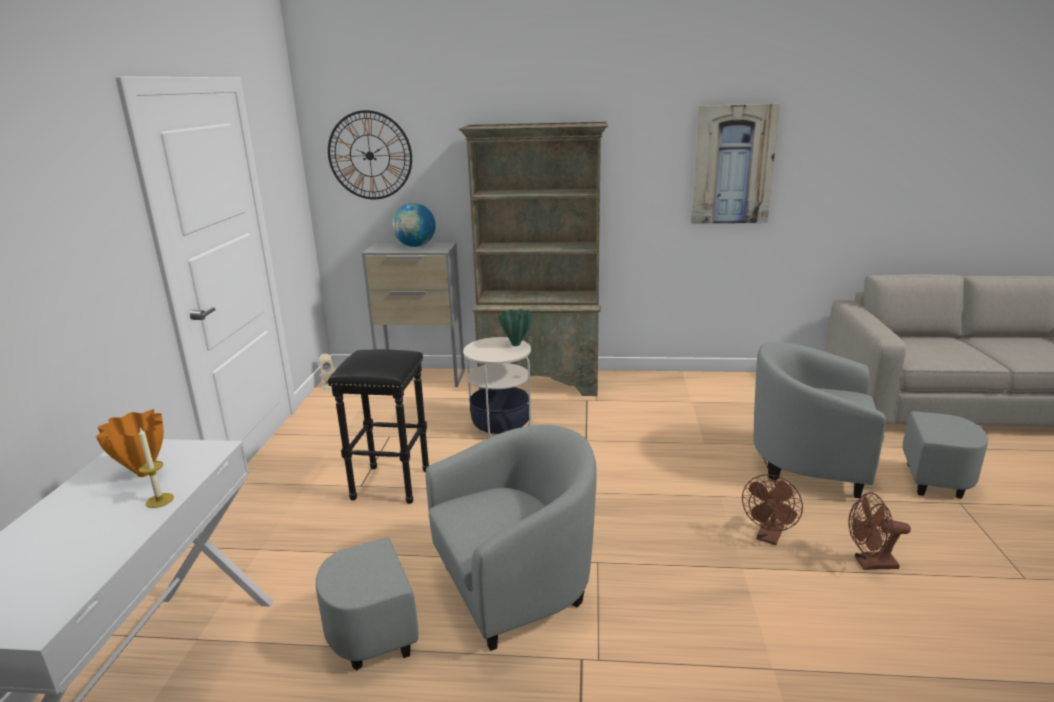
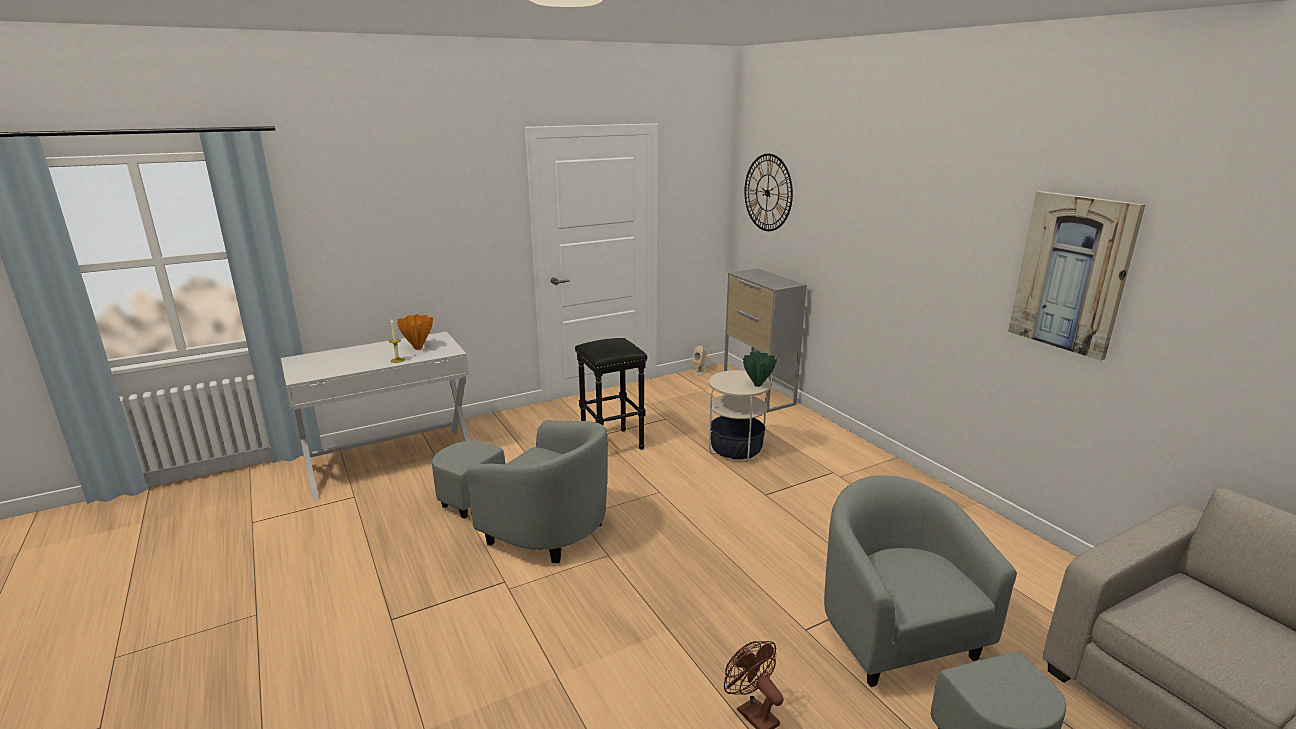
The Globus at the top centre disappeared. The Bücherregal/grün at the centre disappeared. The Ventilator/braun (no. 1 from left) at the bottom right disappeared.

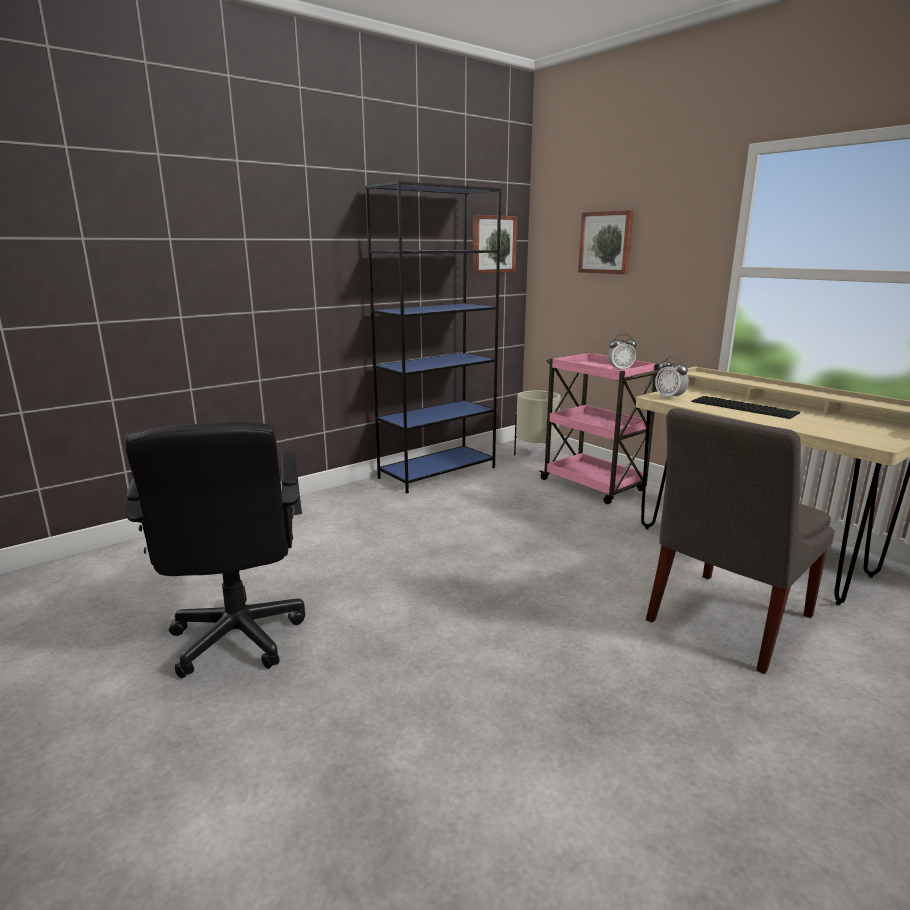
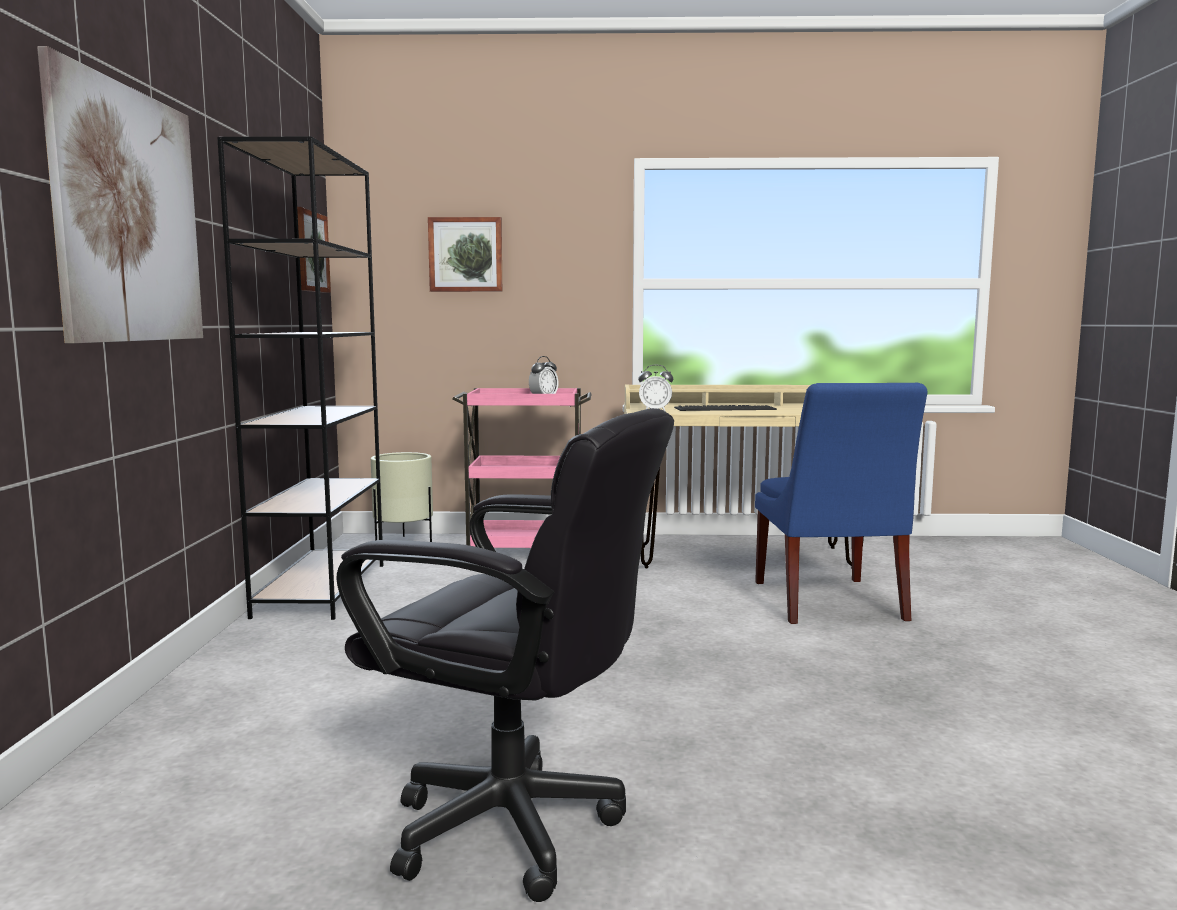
The Bild (no. 1 from left) at the top left appeared. The Bücherregal/blau at the centre became the Bücherregal/beige at the middle left. The Stuhl/grau at the middle right became the Stuhl/blau at the middle right.

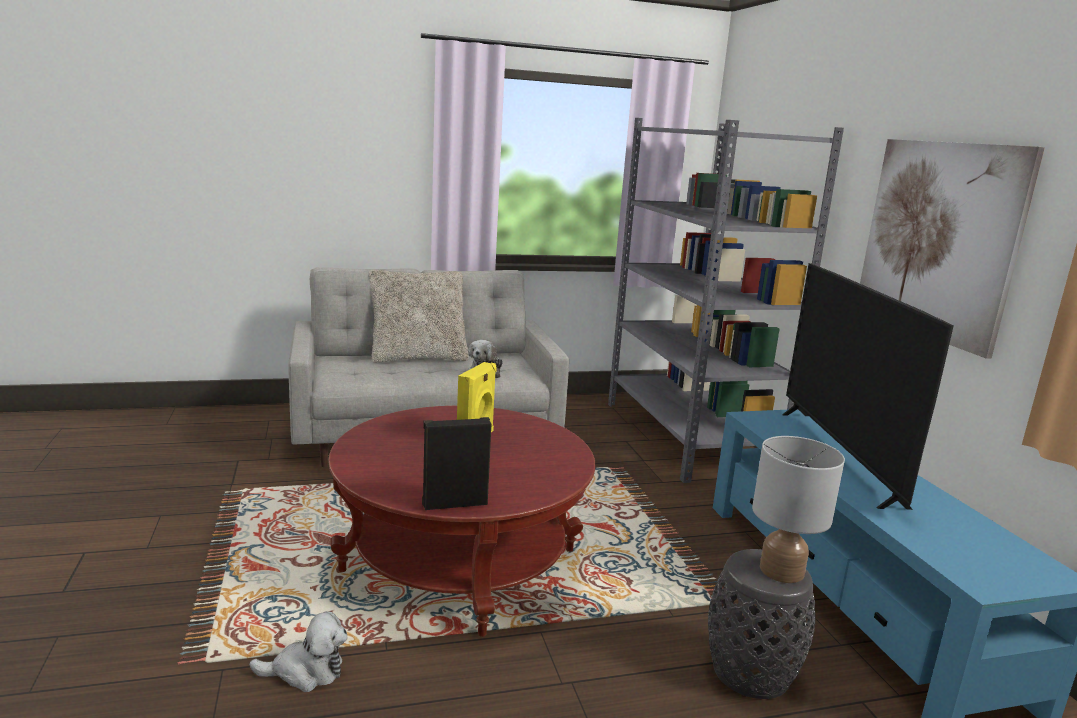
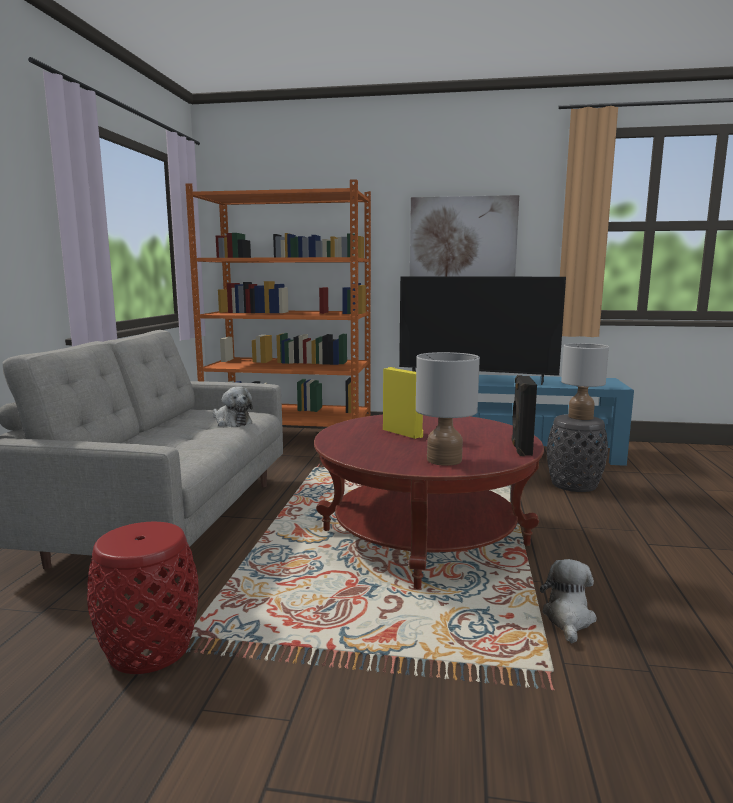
The Hocker/rot at the bottom left appeared. The Bücherregal/grau at the middle right became the Bücherregal/orange at the centre. The Tischlampe/grau (no. 1 from left) at the centre appeared. The Kissen/beige at the centre disappeared.

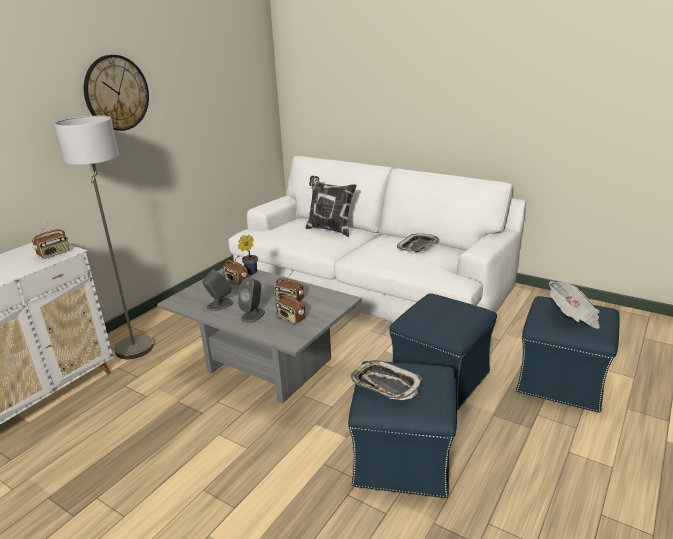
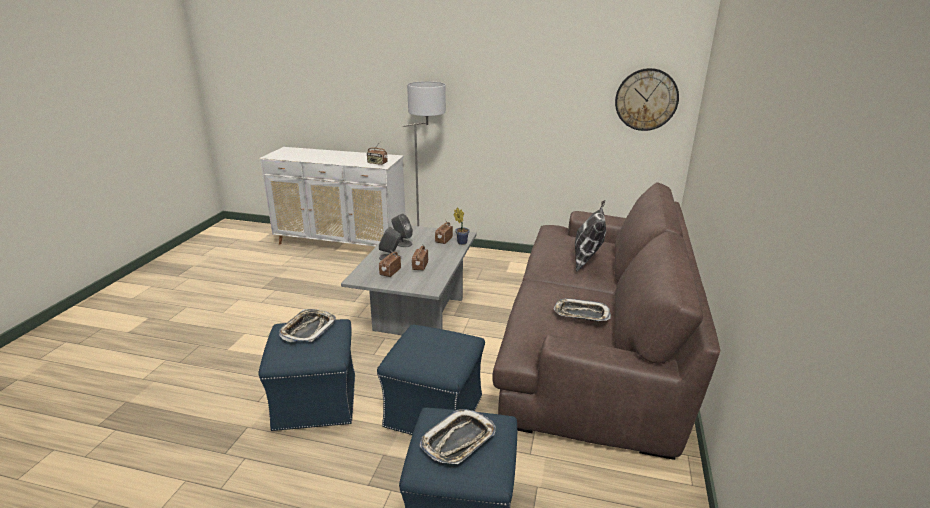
The Zeitung at the middle right was replaced by the Tablett (no. 2 from left) at the bottom centre. The Sofa/weiß at the centre became the Sofa/braun at the centre. The Wanduhr moved from the top left to the top right.

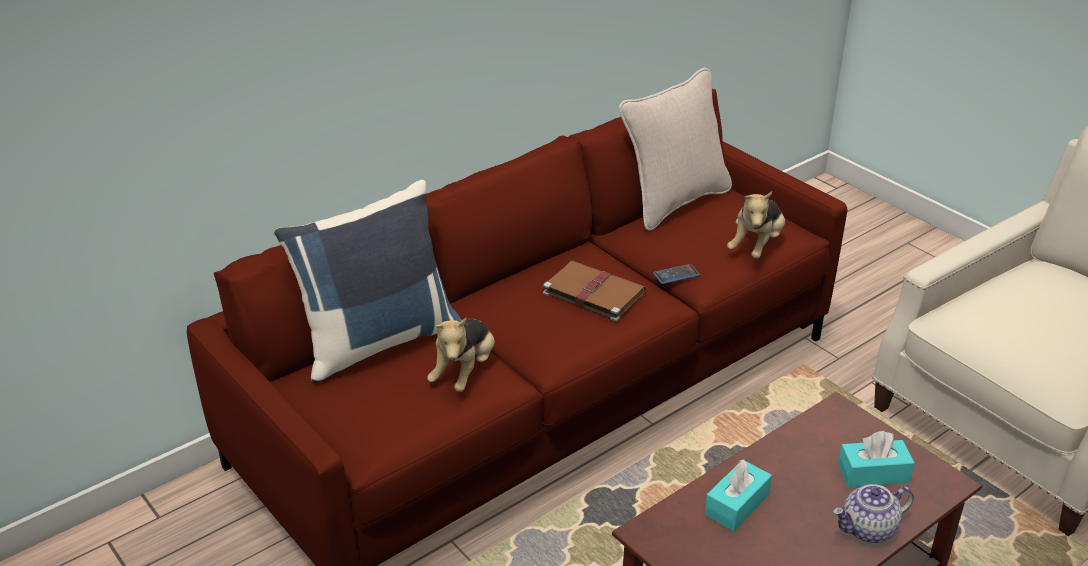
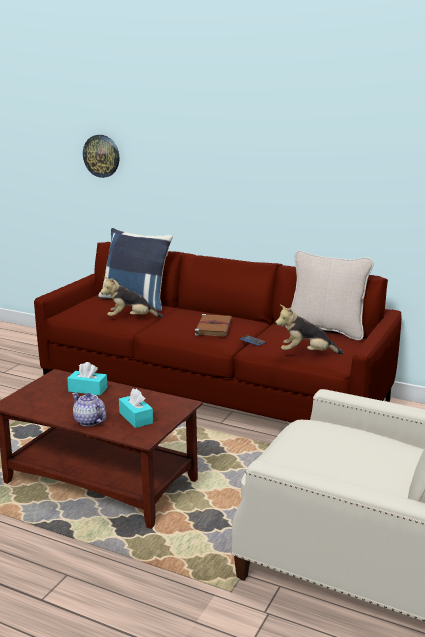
The Wanduhr at the top left appeared.

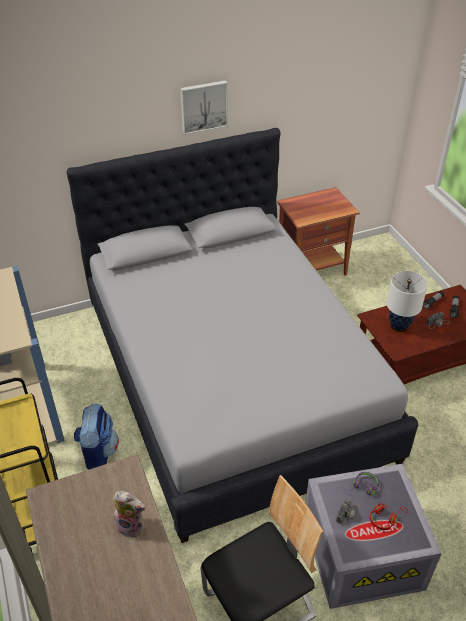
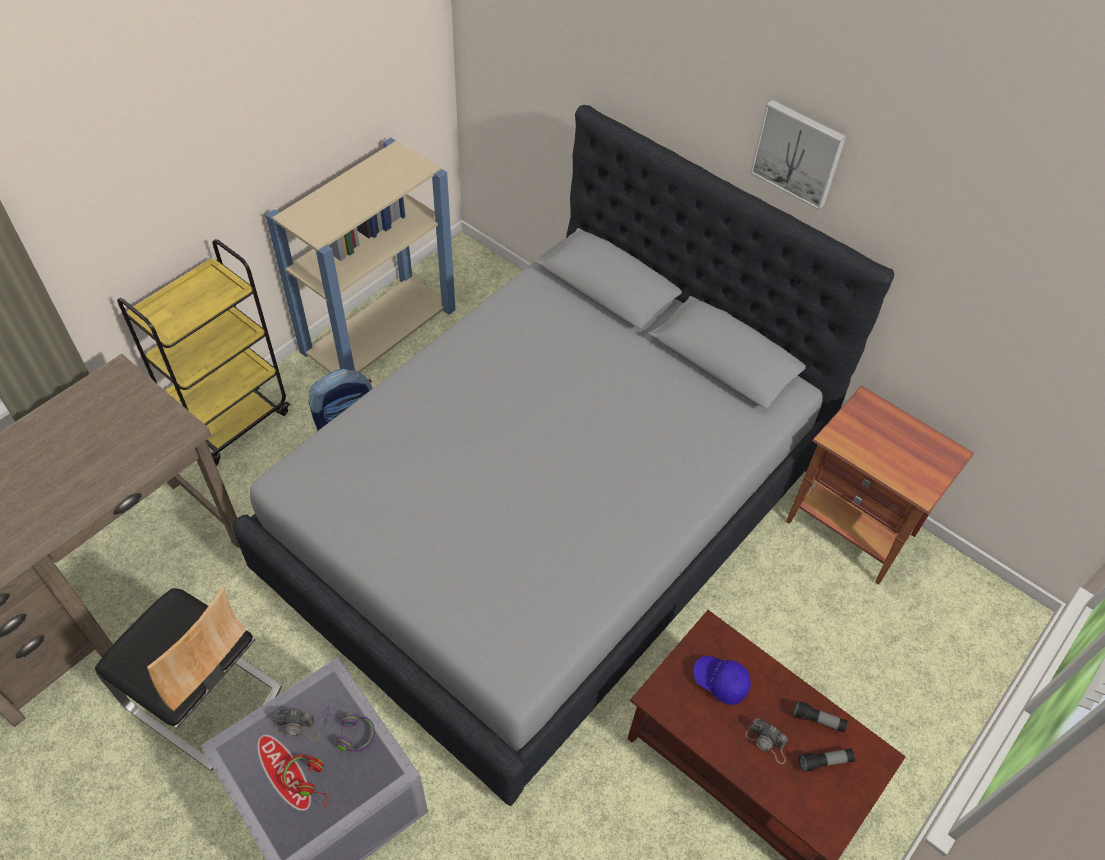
The Tischlampe/weiß at the middle right was replaced by the Kappe/blau at the bottom centre. The Plüschtier at the bottom left disappeared.

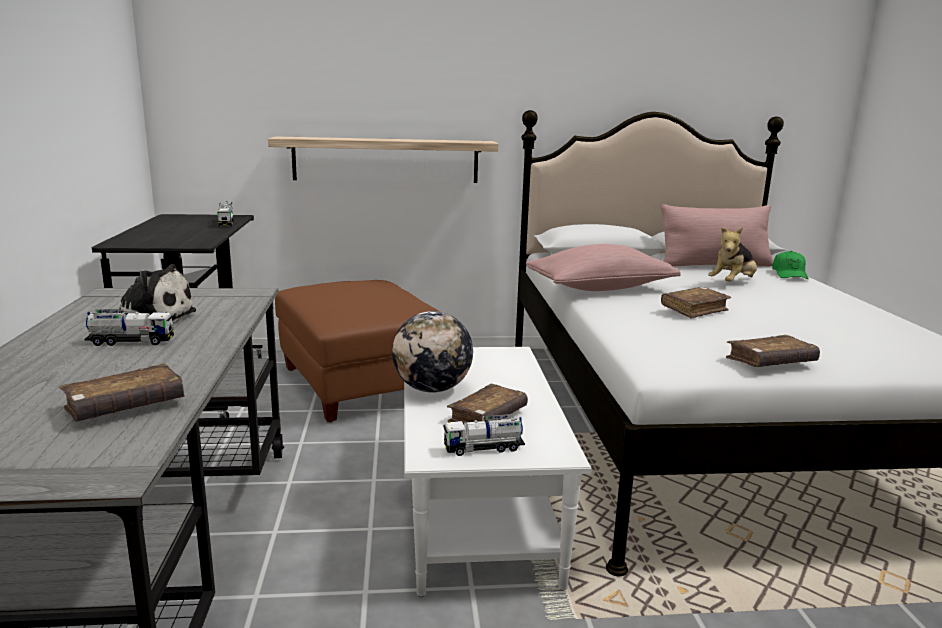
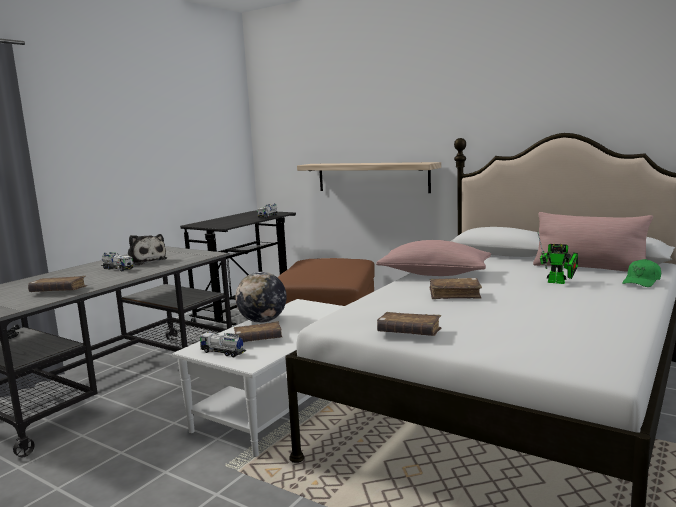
The Plüschtier (no. 2 from left) at the middle right was replaced by the Spielzeugroboter at the middle right.

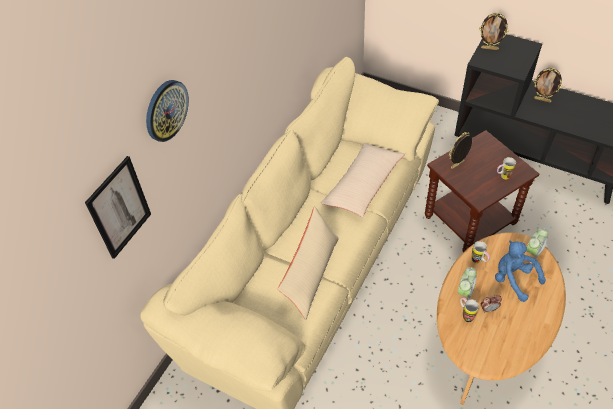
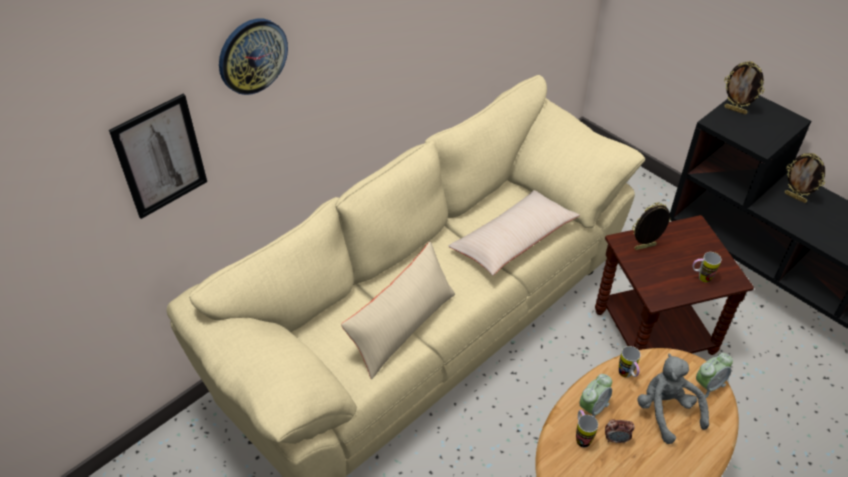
The Plüschtier/blau at the middle right became the Plüschtier/grau at the bottom right.

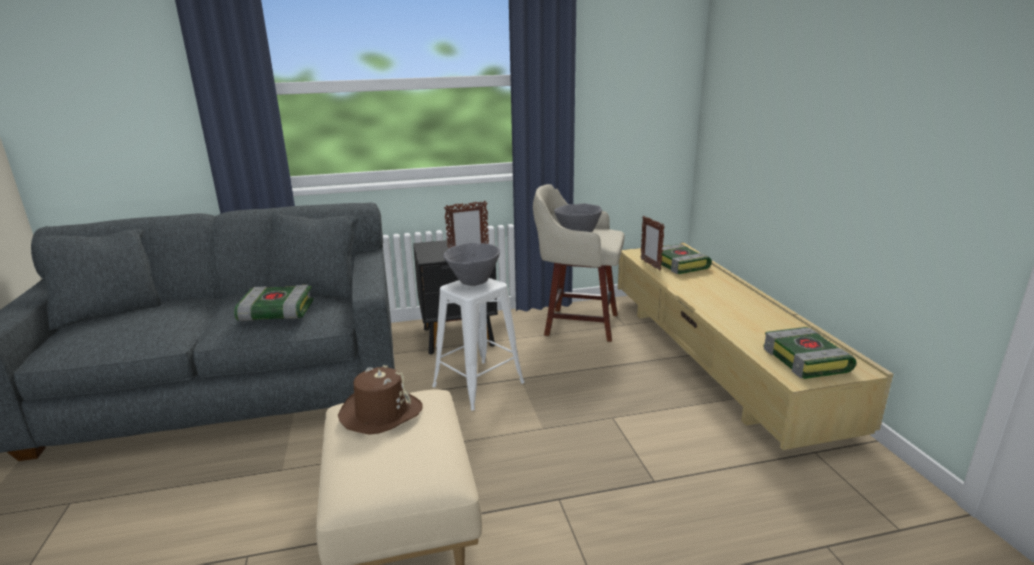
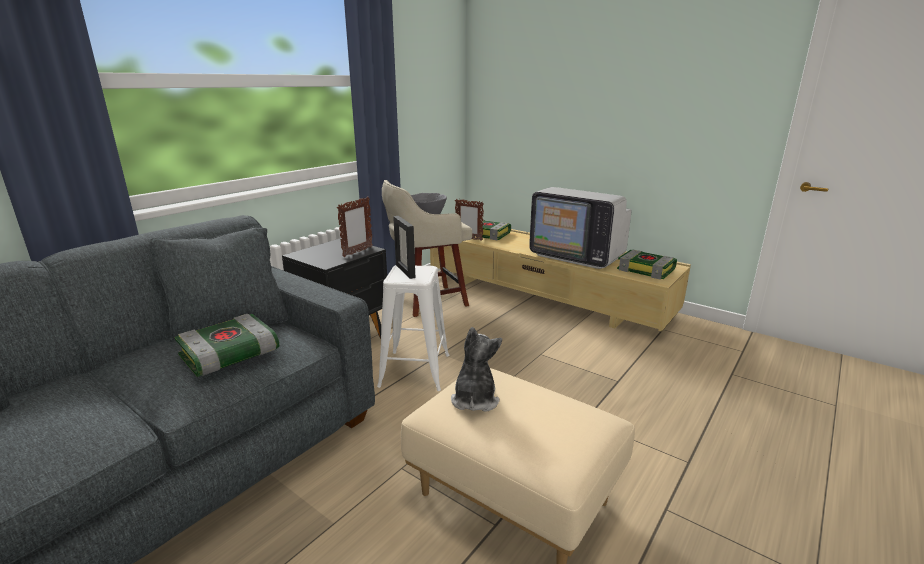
The Schüssel/grau (no. 1 from left) at the centre was replaced by the Bilderrahmen (no. 2 from left) at the centre. The Hut/braun at the bottom centre was replaced by the Plüschtier at the centre. The Fernseher at the centre appeared.

